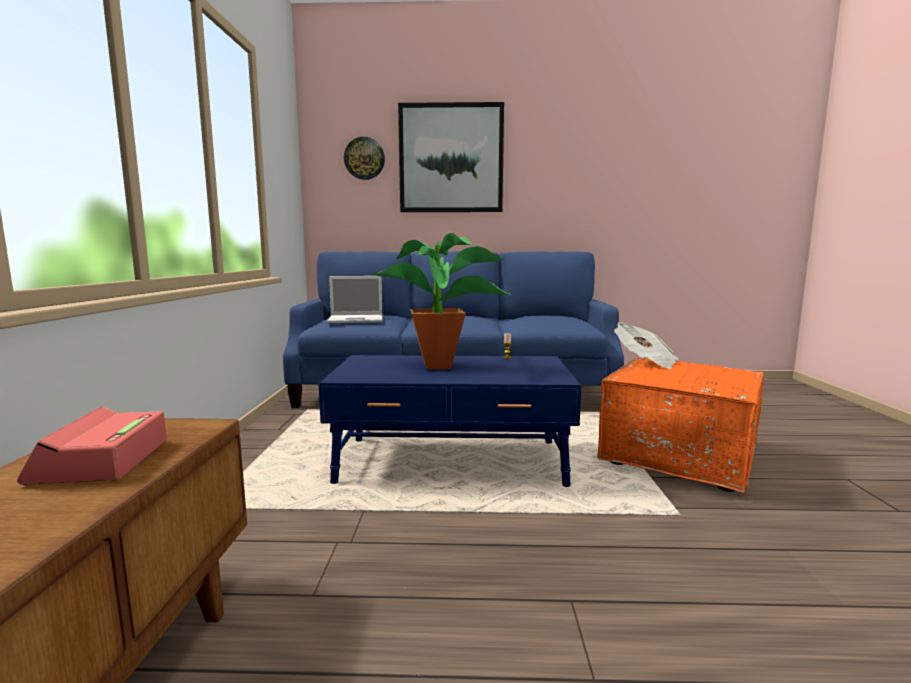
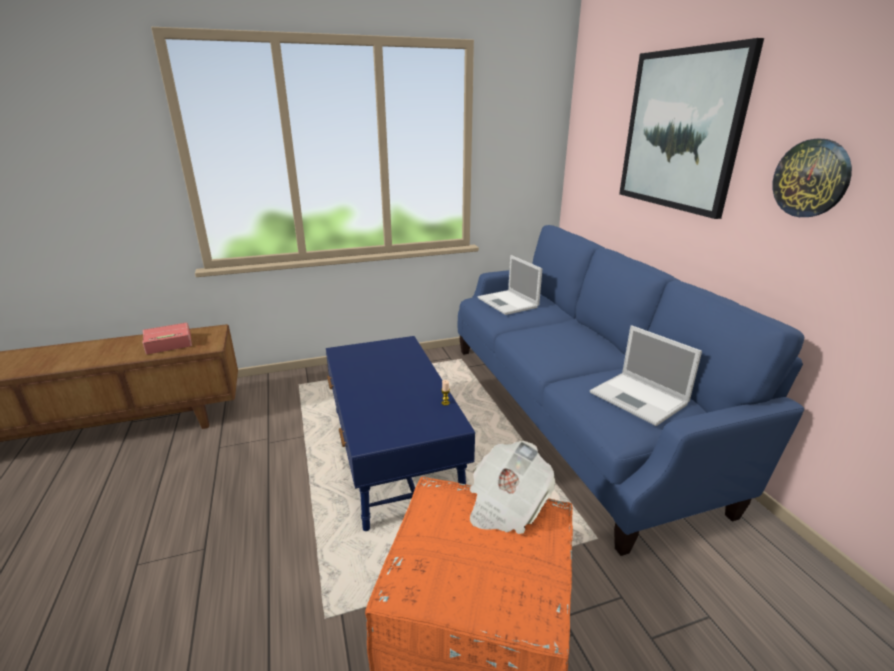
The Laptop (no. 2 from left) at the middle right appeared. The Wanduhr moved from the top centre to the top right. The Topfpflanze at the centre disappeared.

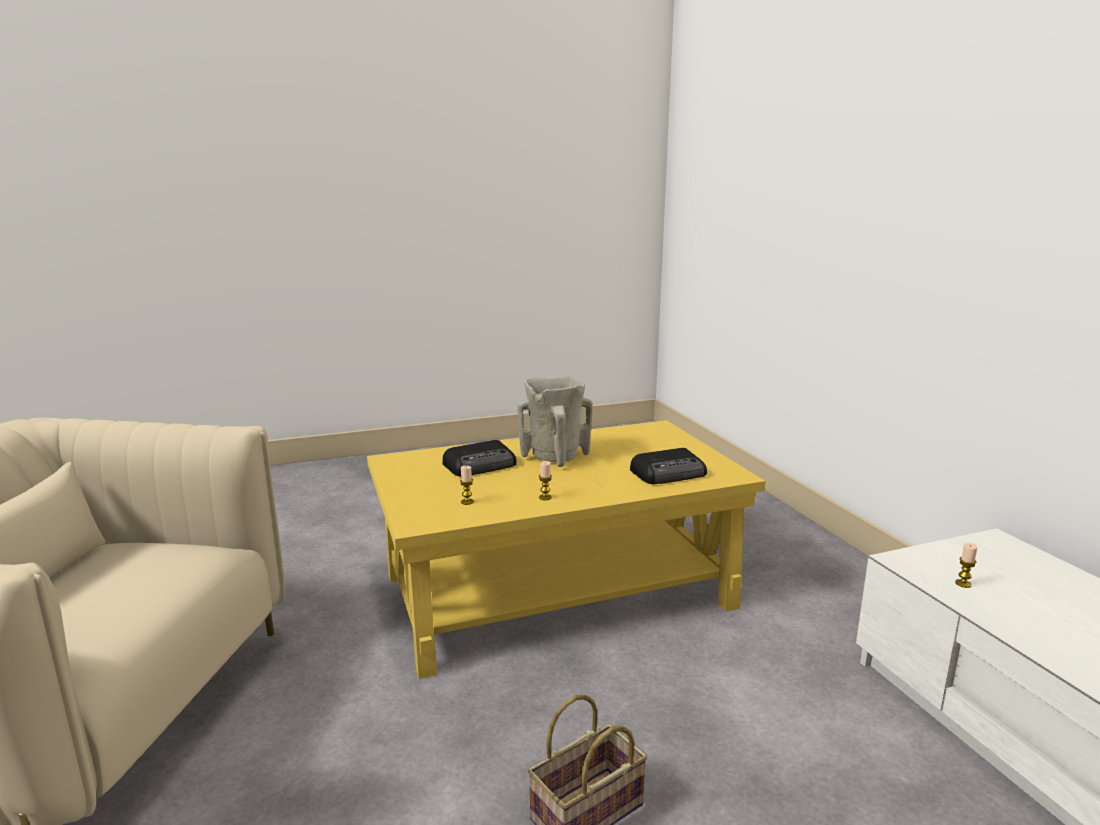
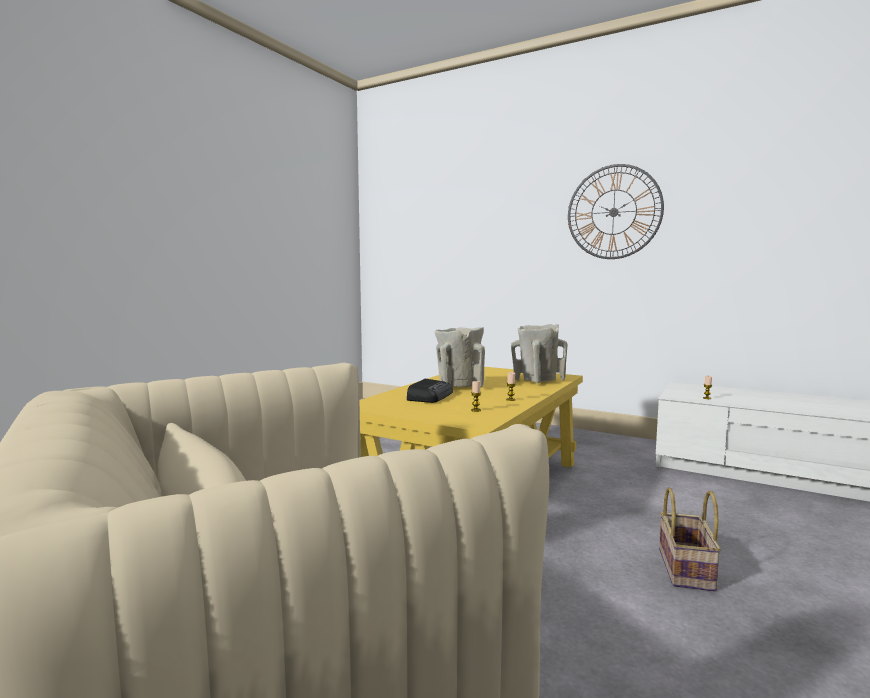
The Radio (no. 2 from left) at the centre was replaced by the Vase/beige (no. 2 from left) at the centre. The Wanduhr at the top right appeared.

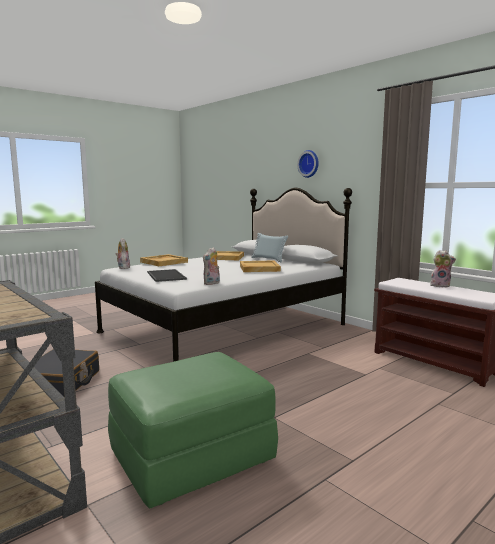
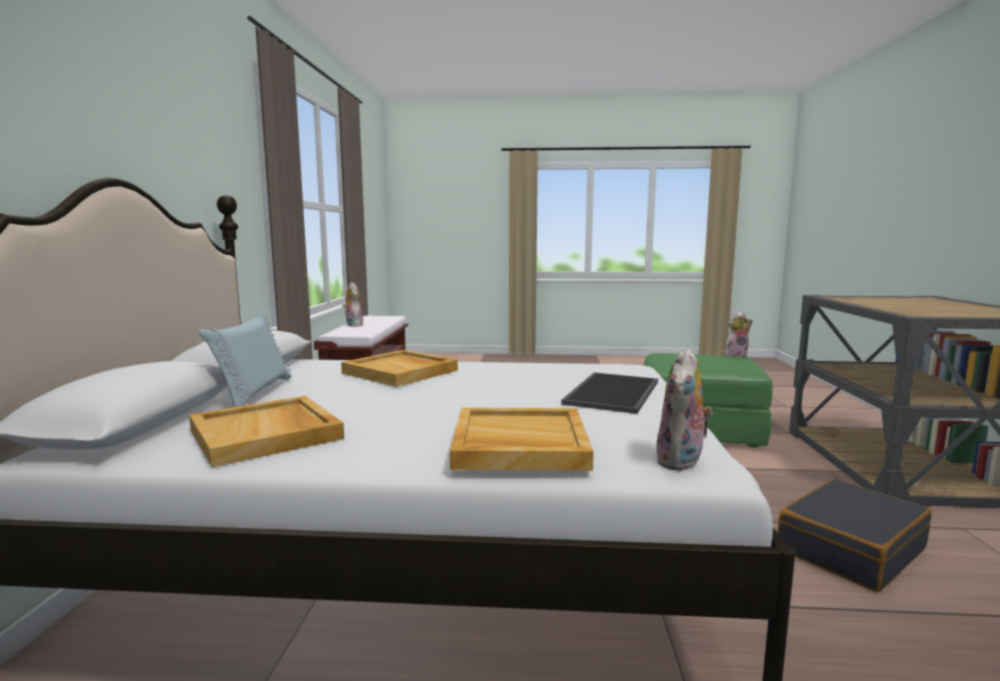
The Plüschtier (no. 2 from left in the first image) moved from the centre to the middle right. The Wanduhr at the top centre disappeared.

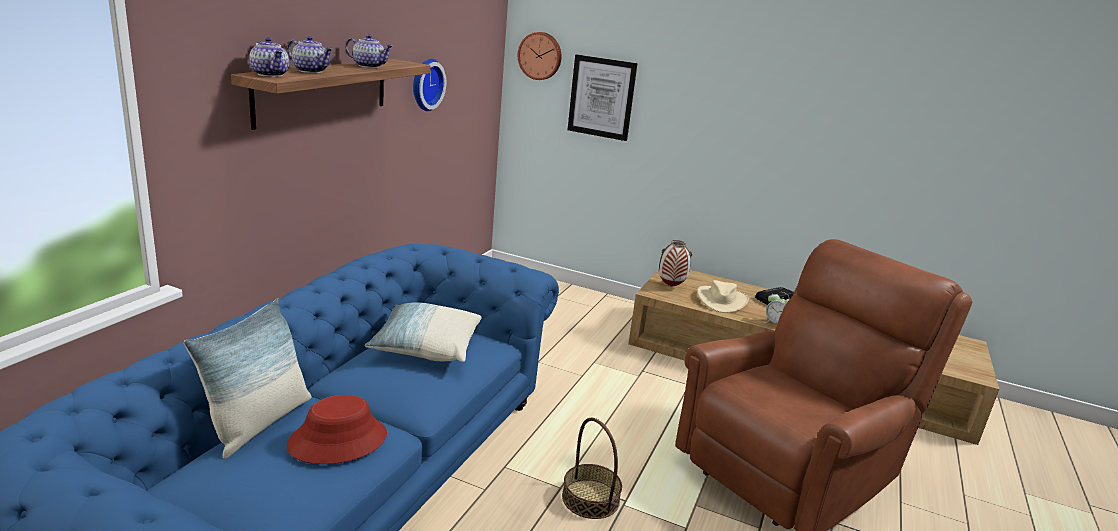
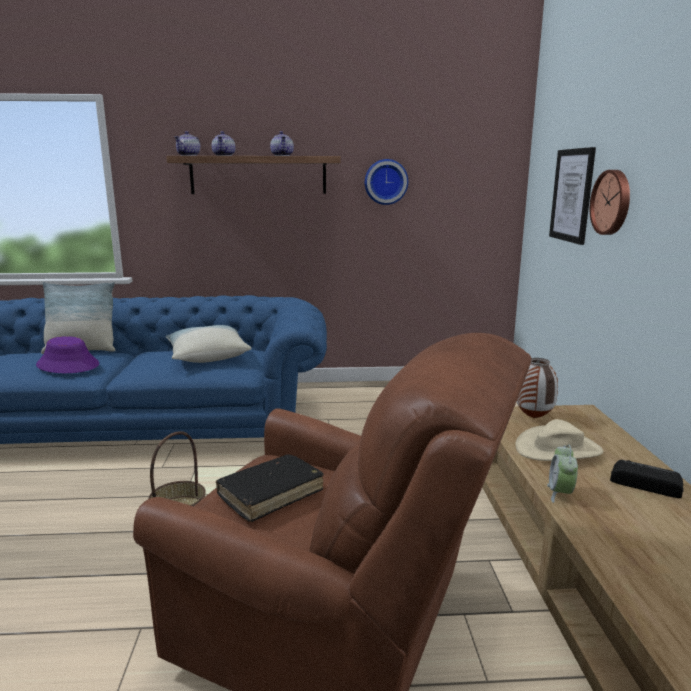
The Hut/rot at the bottom left became the Hut/lila at the middle left. The Buch/schwarz at the bottom centre appeared. The Wanduhr (no. 2 from left) moved from the top centre to the top right.

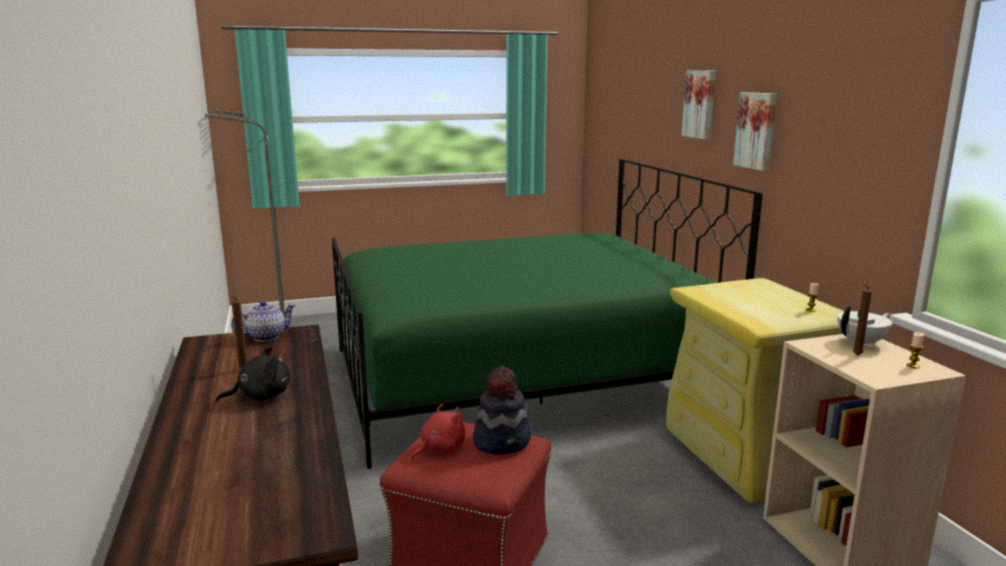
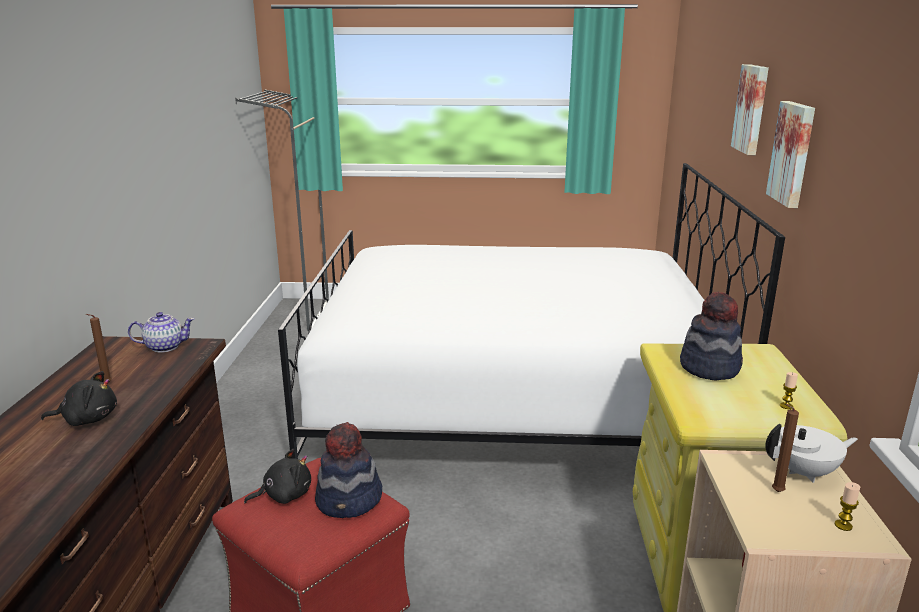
The Plüschtier/rot at the bottom centre became the Plüschtier/schwarz (no. 2 from left) at the bottom left. The Bett/grün at the centre became the Bett/weiß at the centre. The Hut (no. 2 from left) at the middle right appeared.

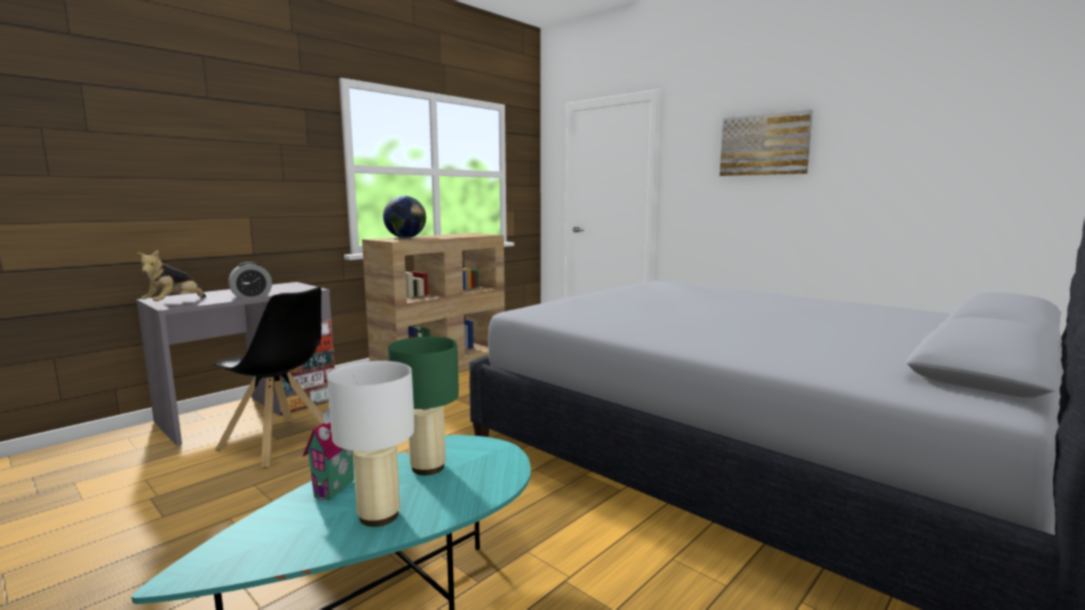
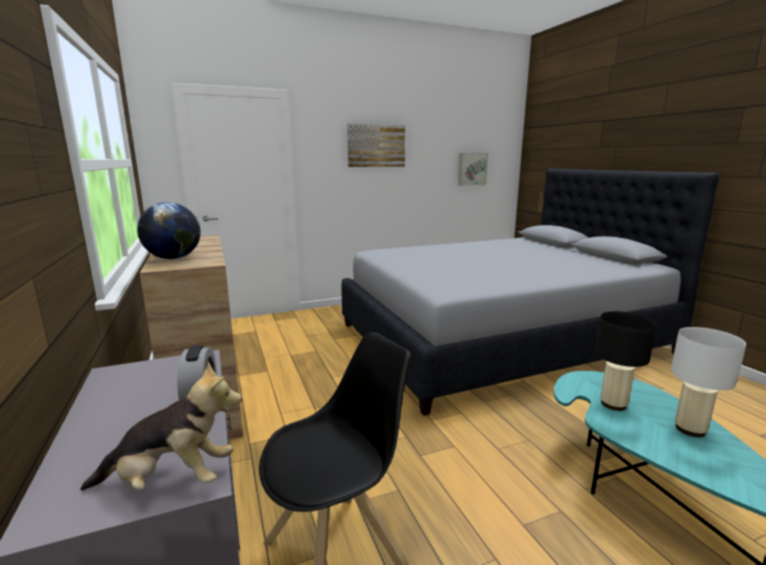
The Plüschtier at the middle left turned 45 degrees counterclockwise. The Bild (no. 2 from left) at the top centre appeared. The Tischlampe/grün at the centre became the Tischlampe/schwarz at the middle right. The Spielzeughaus at the bottom left disappeared.

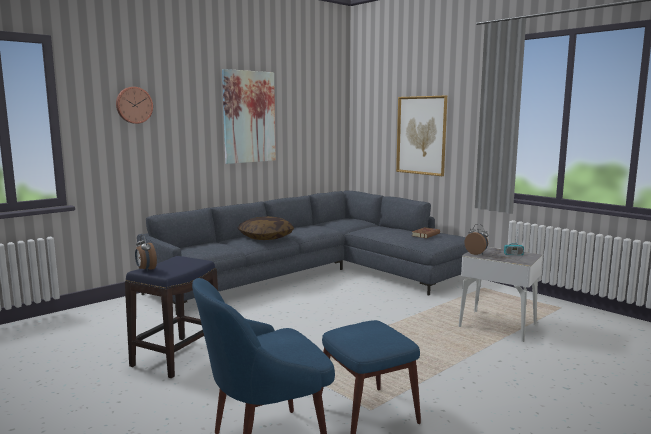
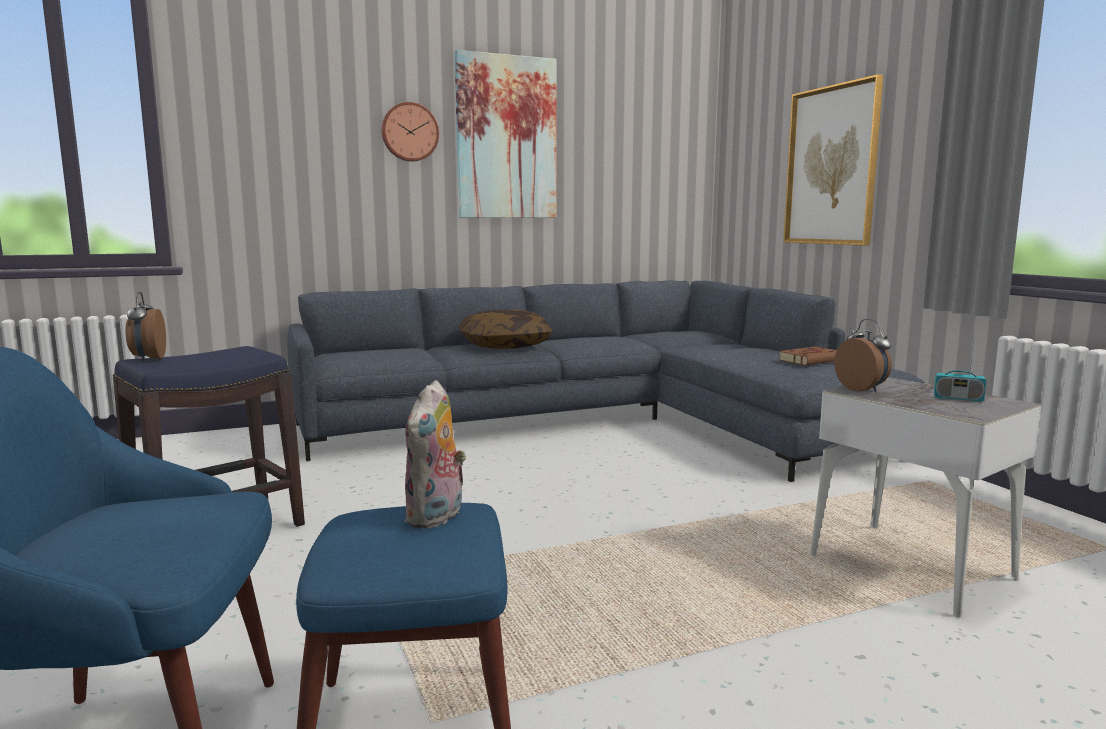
The Wanduhr moved from the top left to the top centre. The Plüschtier at the centre appeared.

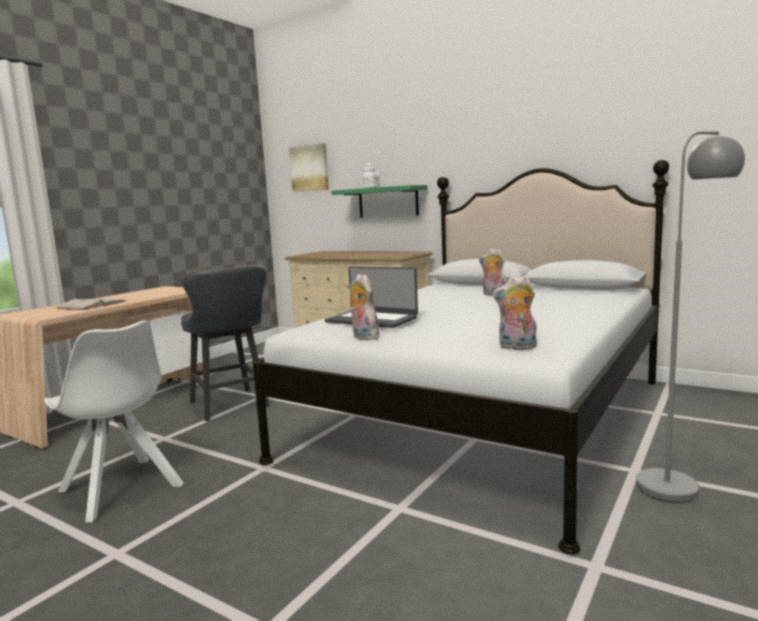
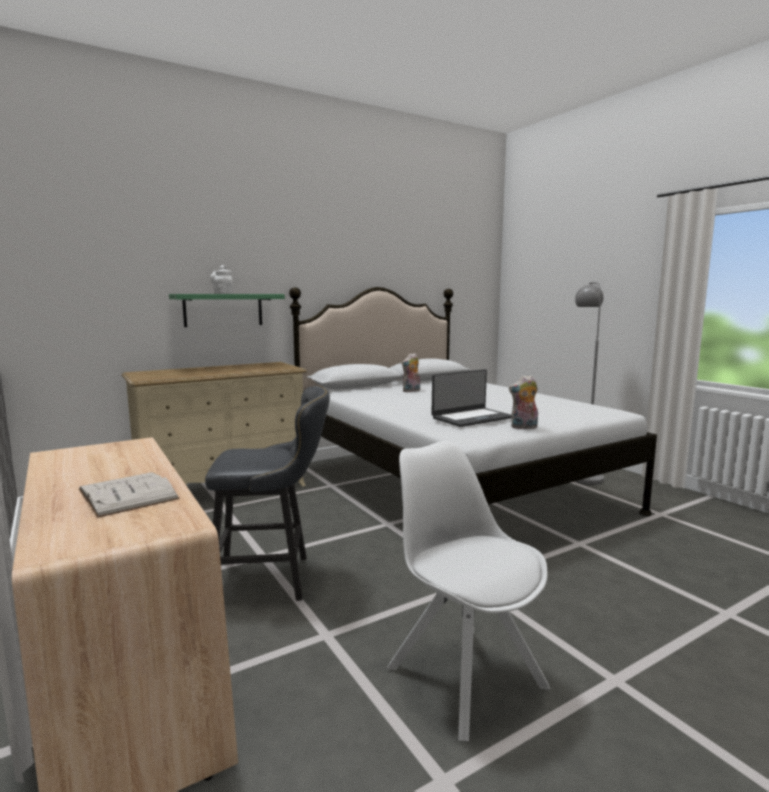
The Stuhl/weiß at the bottom left turned 105 degrees counterclockwise. The Bild at the top centre disappeared. The Plüschtier (no. 3 from left) at the middle right disappeared.

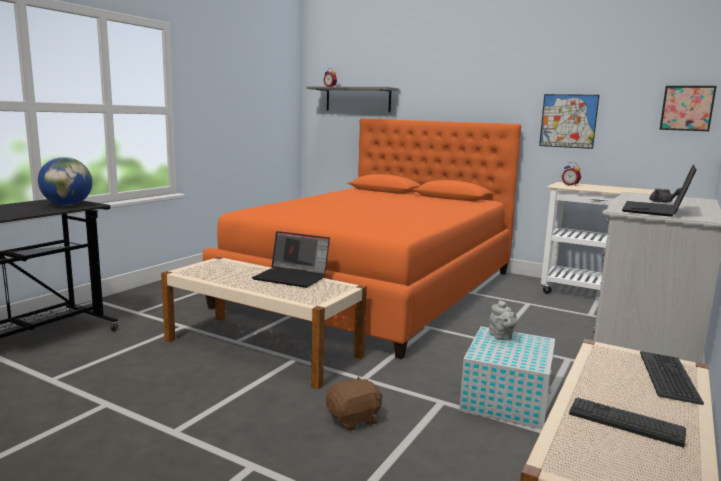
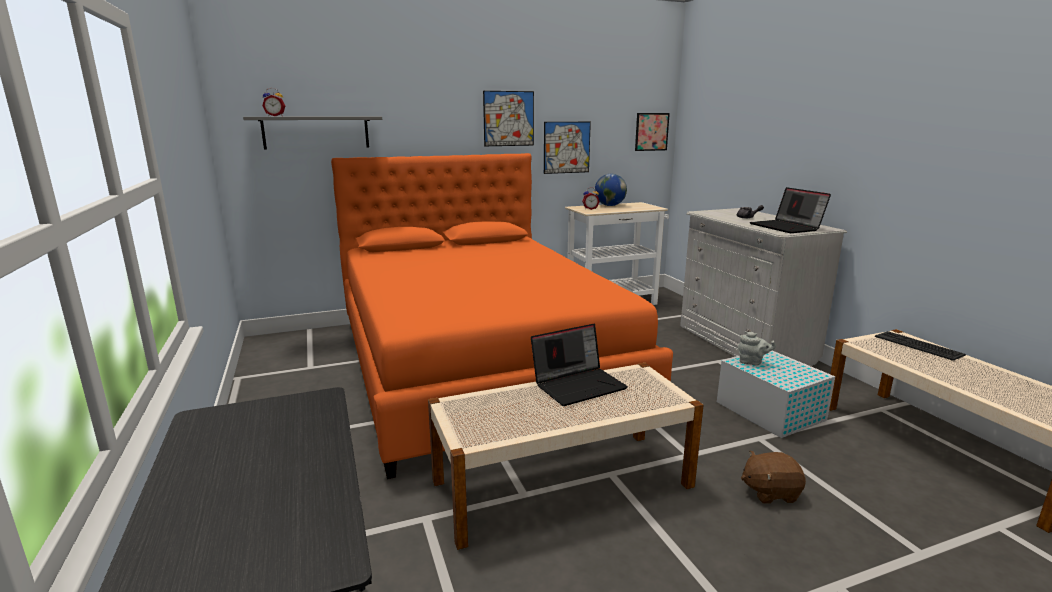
The Bild (no. 1 from left) at the top centre appeared. The Globus moved from the middle left to the top centre. The Plüschtier/braun at the bottom centre turned 105 degrees counterclockwise. The Tastatur (no. 1 from left) at the bottom right disappeared.

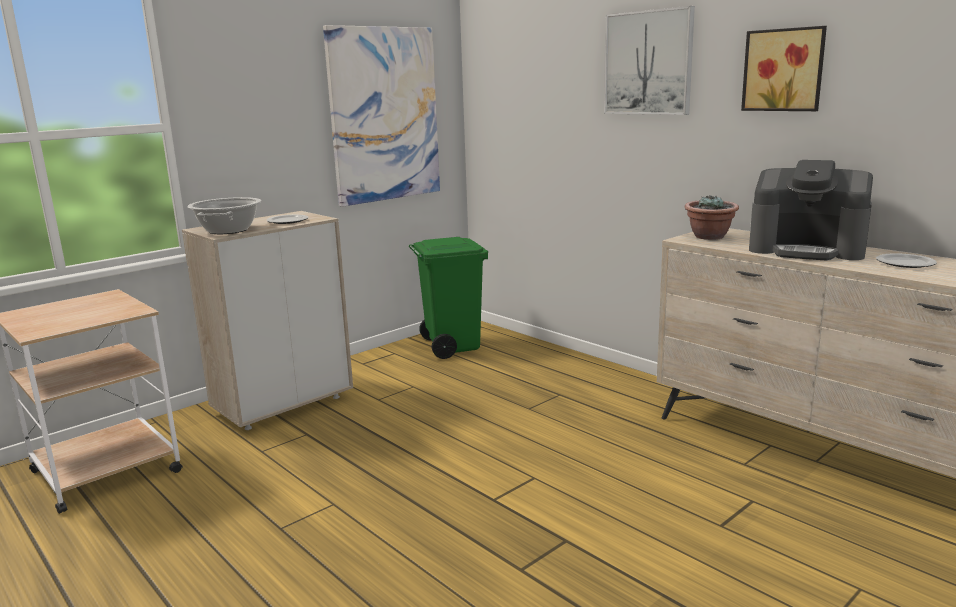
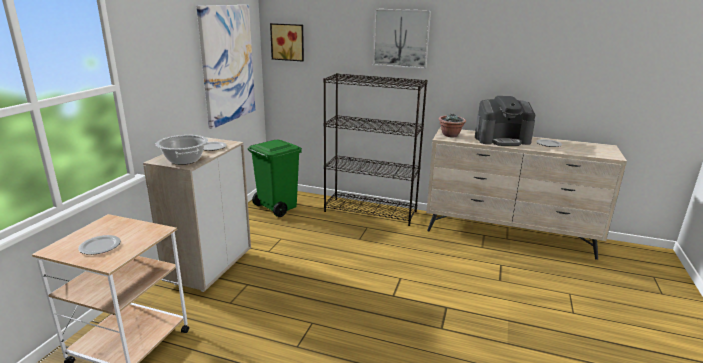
The Teller (no. 1 from left) at the bottom left appeared. The Bild (no. 3 from left in the first image) moved from the top right to the top centre. The Bücherregal/schwarz at the centre appeared.

